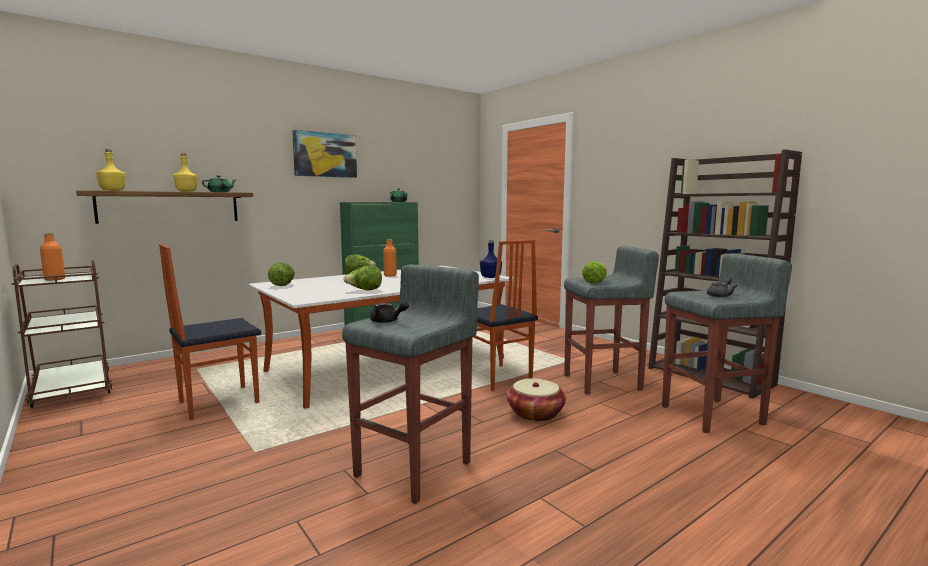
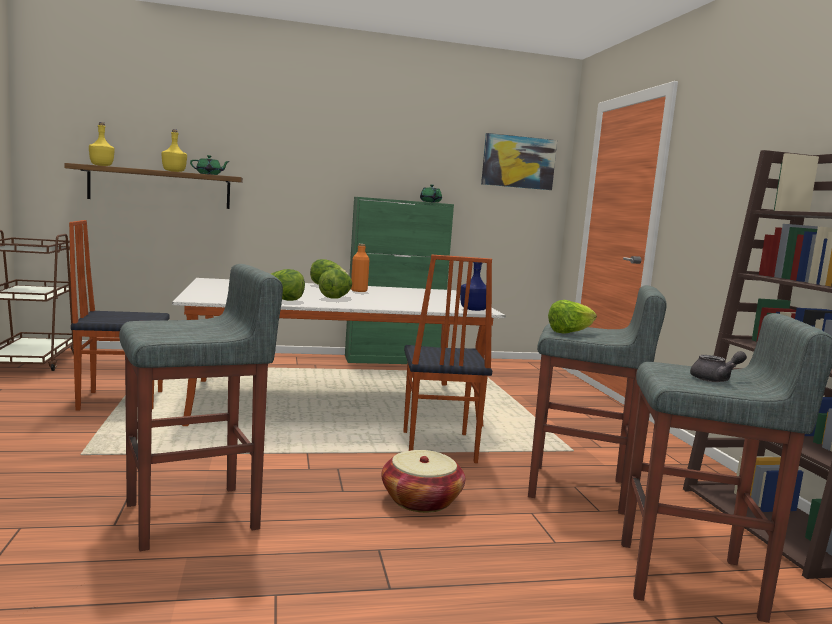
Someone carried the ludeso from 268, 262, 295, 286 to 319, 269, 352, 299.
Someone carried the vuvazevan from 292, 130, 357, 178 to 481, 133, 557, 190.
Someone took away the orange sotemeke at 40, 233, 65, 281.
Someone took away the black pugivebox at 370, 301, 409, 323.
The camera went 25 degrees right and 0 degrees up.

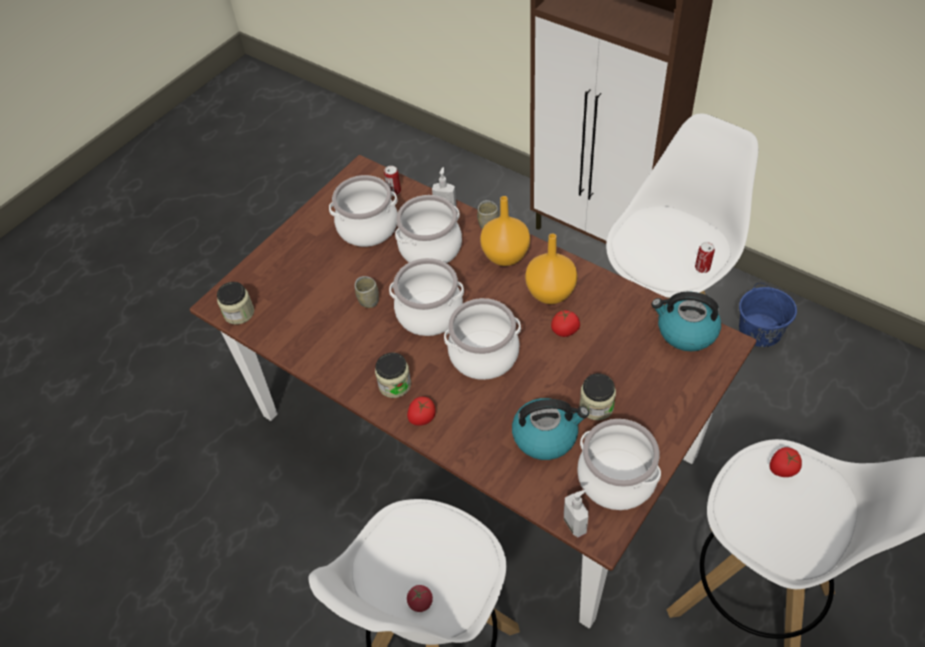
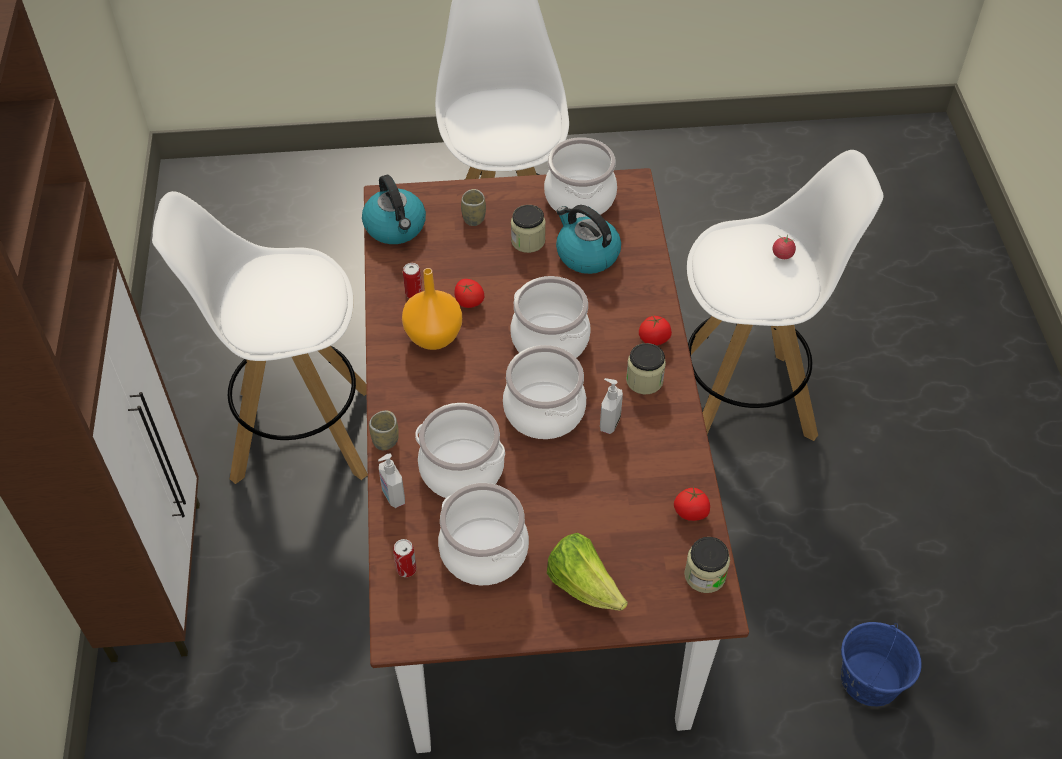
Someone carried the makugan from 695, 242, 715, 273 to 403, 263, 422, 298.
Someone carried the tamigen from 355, 276, 379, 308 to 461, 189, 486, 226.
Someone put down the ludeso at 547, 533, 628, 611.
Someone carried the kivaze from 564, 490, 588, 537 to 600, 378, 623, 434.
Someone carried the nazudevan from 770, 447, 802, 477 to 674, 487, 710, 521.
Someone carried the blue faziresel from 739, 283, 797, 347 to 841, 622, 922, 706.
Someone took away the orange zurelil at 480, 196, 530, 266.
The camera went 135 degrees left and 0 degrees up.

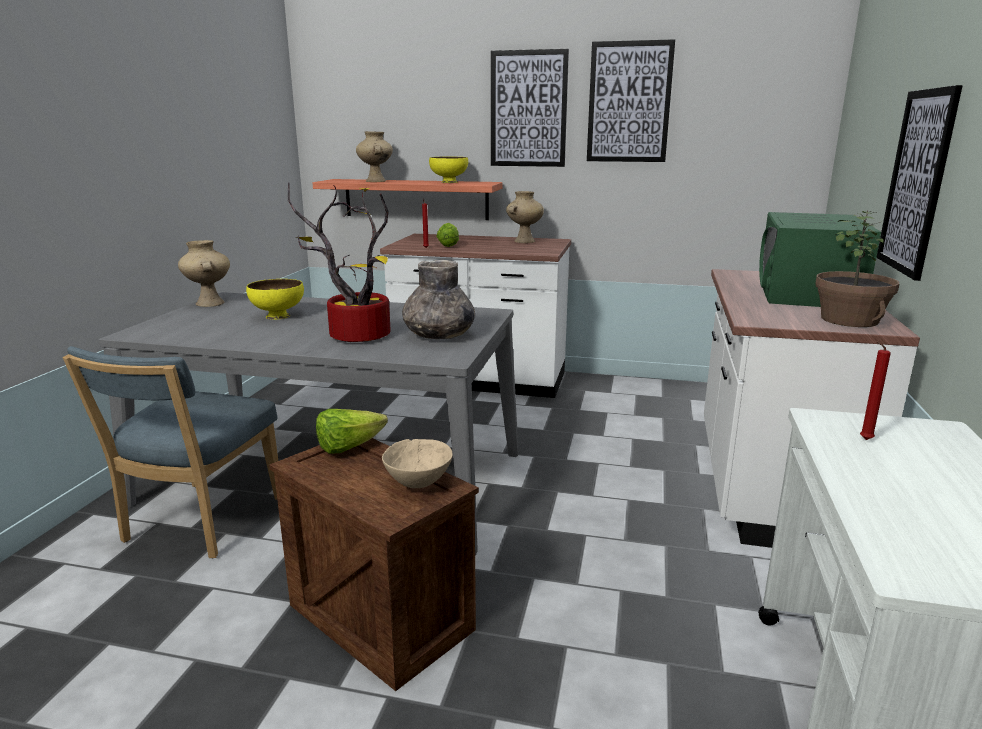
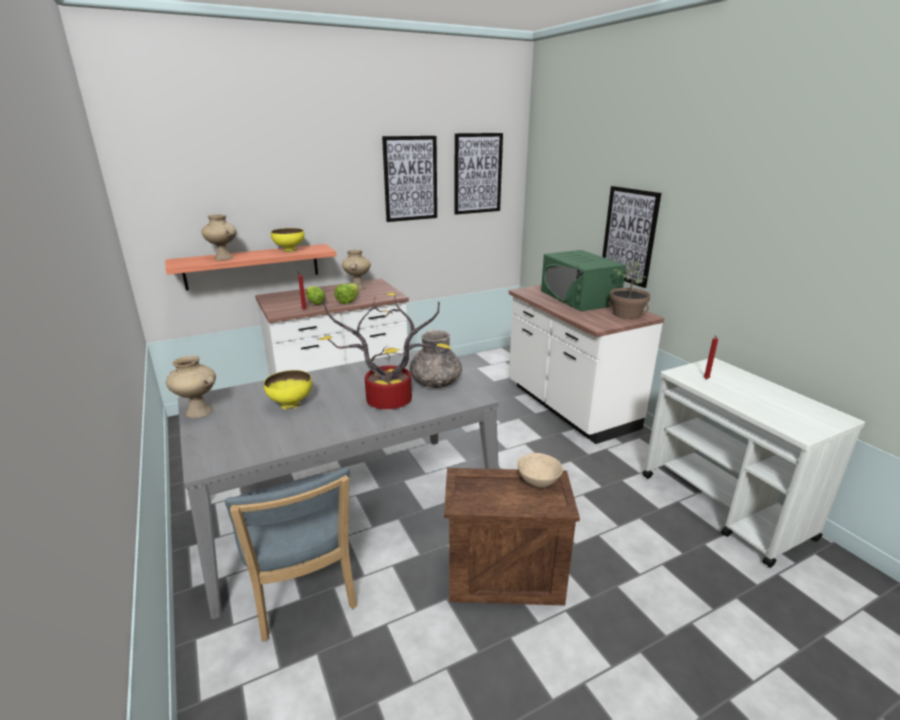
Someone carried the ludeso from 316, 409, 388, 454 to 334, 283, 359, 304.
Someone carried the vuvazevan from 491, 49, 569, 167 to 454, 133, 503, 215.
The camera went 40 degrees left and 5 degrees up.

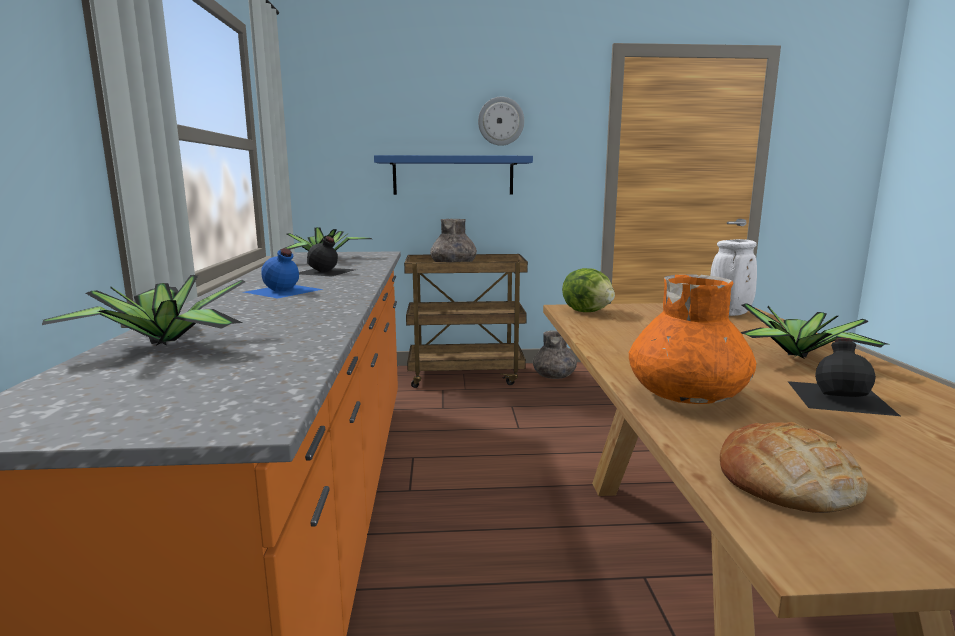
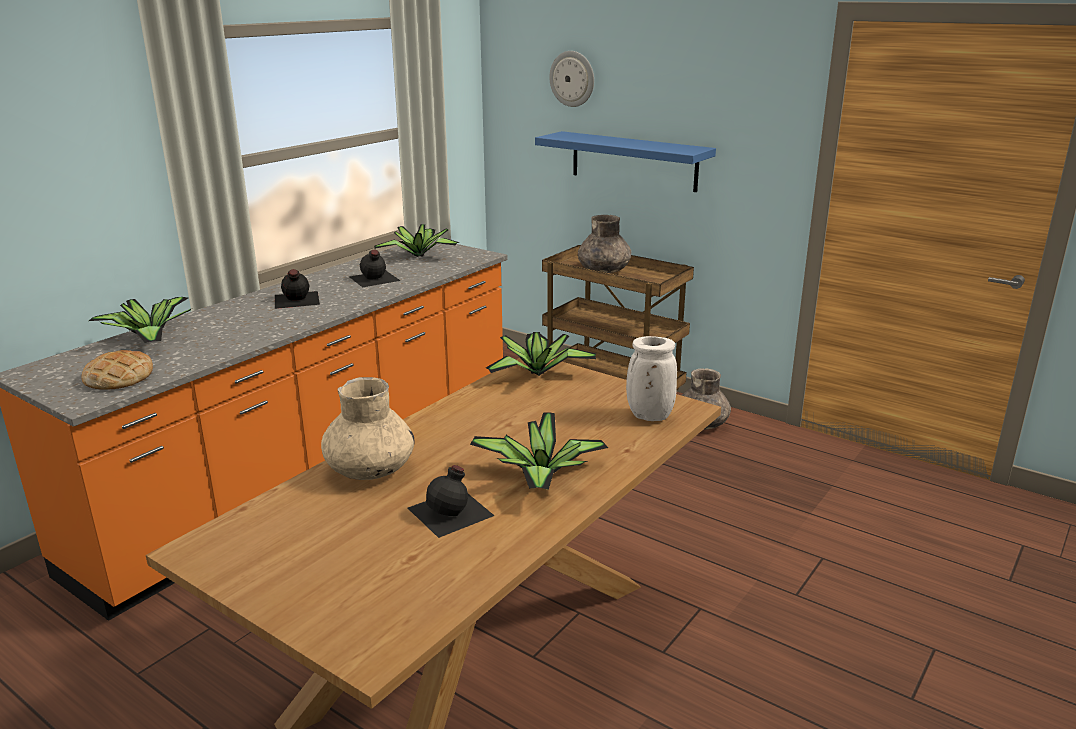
Someone carried the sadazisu from 720, 422, 868, 513 to 81, 350, 153, 390.
Someone repainted the blue sotemeke at 244, 248, 323, 299, which became the black sotemeke at 275, 269, 320, 309.
Someone repainted the orange zurelil at 629, 274, 756, 404, which became the beige zurelil at 321, 377, 415, 480.
Someone swapped the ludeso at 562, 268, 615, 312 for the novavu at 486, 332, 597, 376.
Someone carried the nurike from 478, 97, 524, 146 to 549, 51, 594, 107.
The camera went 40 degrees right and 10 degrees up.

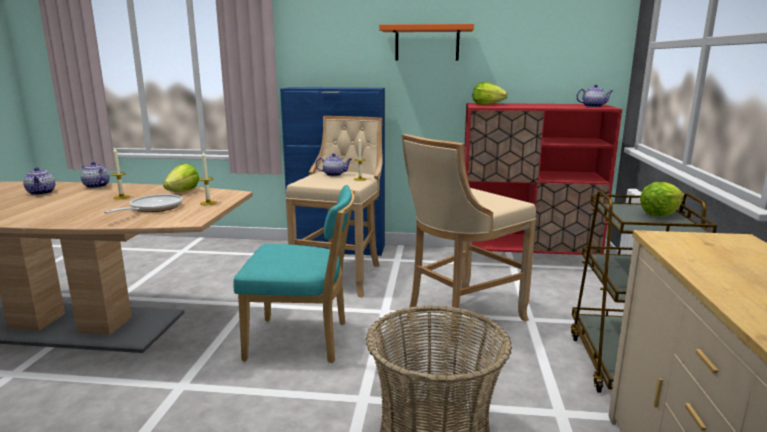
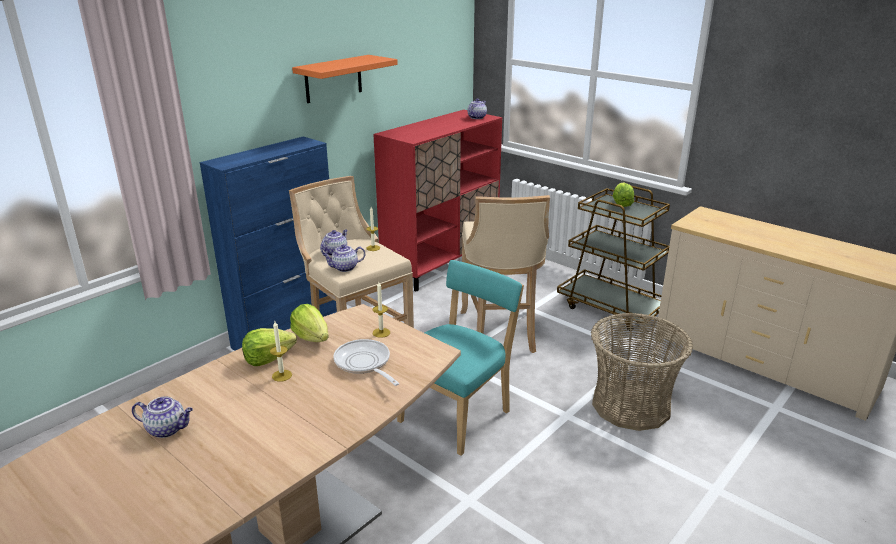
Someone carried the ludeso from 472, 82, 508, 105 to 242, 328, 297, 366.
Someone carried the pugivebox from 81, 162, 110, 188 to 322, 244, 365, 272.
The camera went 55 degrees left and 10 degrees up.

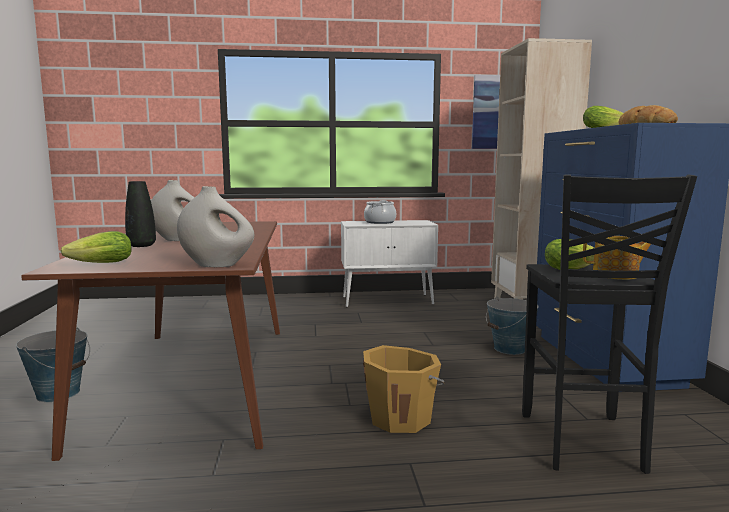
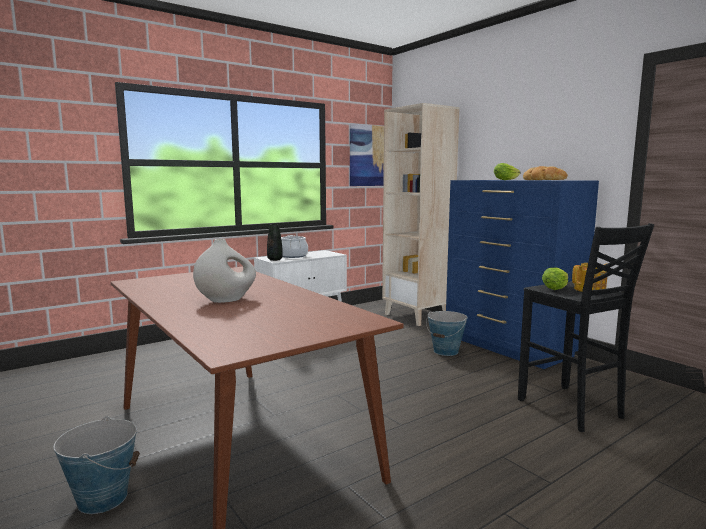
Someone carried the black zurelil from 125, 181, 156, 247 to 267, 224, 283, 261.
Someone took away the ludeso at 61, 231, 132, 263.
Someone took away the white zurelil at 177, 186, 254, 267.
Someone took away the orange faziresel at 363, 345, 445, 433.
The camera went 30 degrees left and 0 degrees up.

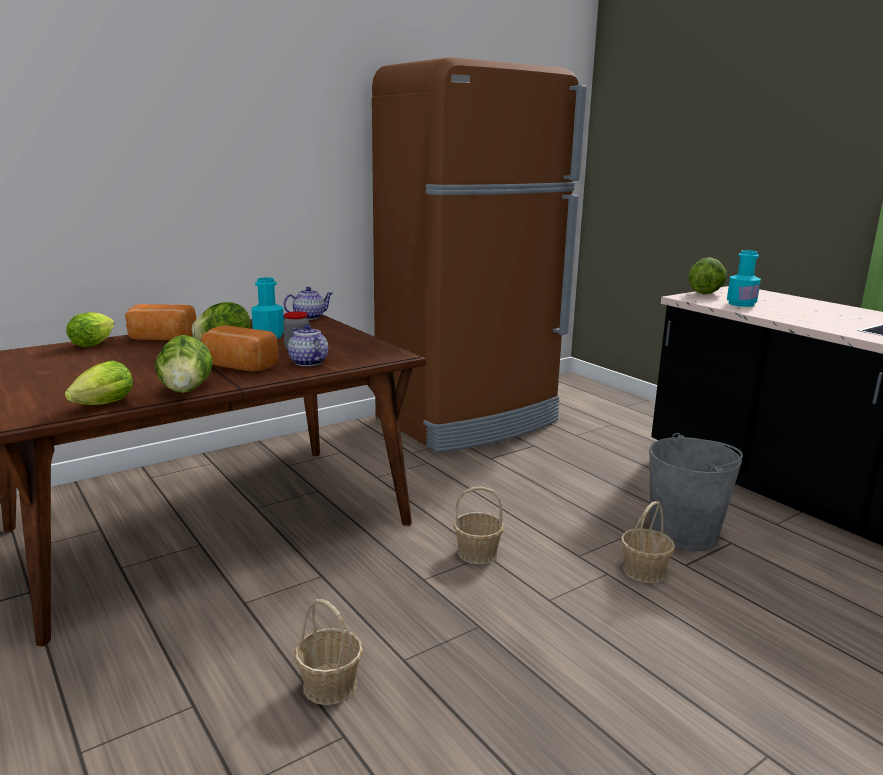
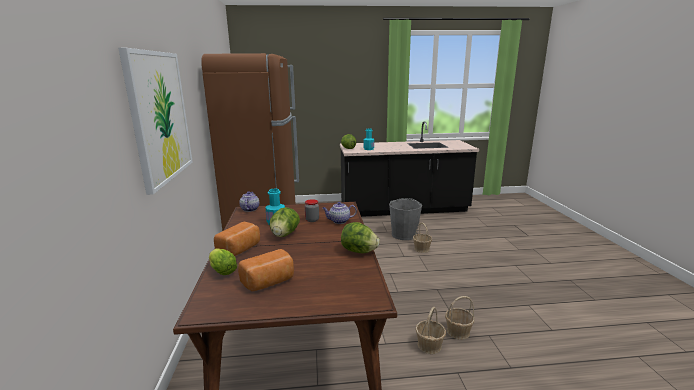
Someone put up the vuvazevan at 118, 48, 193, 195.
Someone carried the sadazisu from 201, 325, 279, 371 to 238, 249, 294, 291.
Someone carried the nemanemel from 454, 486, 504, 564 to 415, 307, 446, 354.
Someone took away the ludeso at 65, 360, 133, 405.
The camera went 60 degrees left and 0 degrees up.

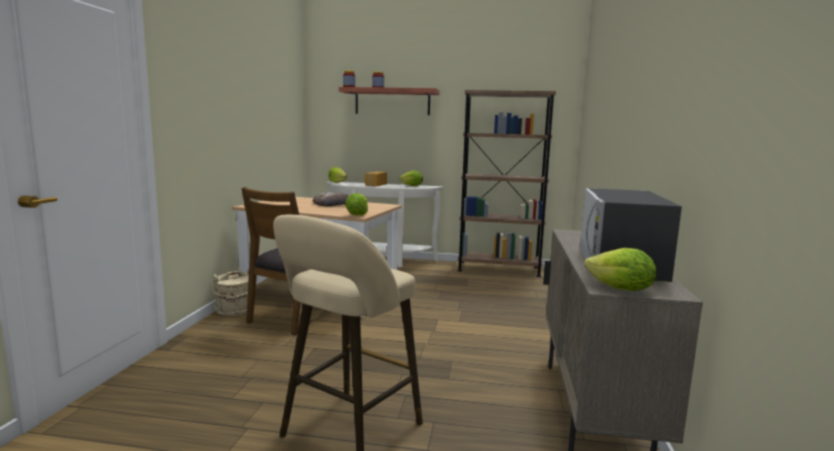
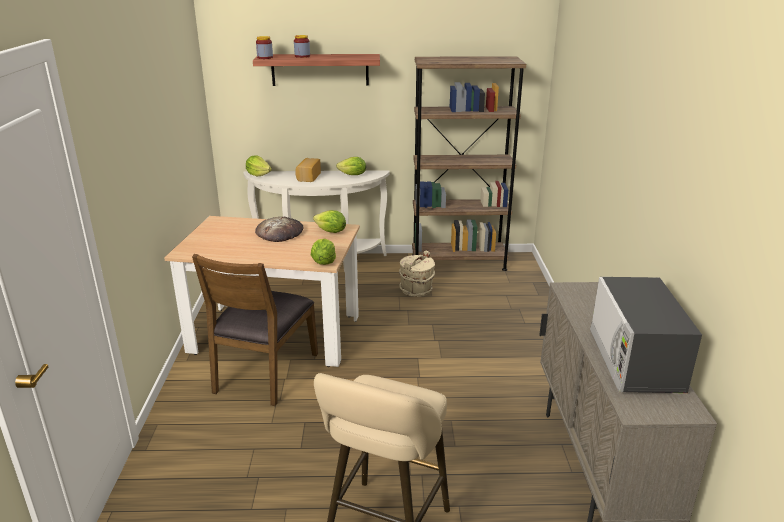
Someone carried the ludeso from 585, 248, 657, 291 to 313, 210, 346, 233.
Someone carried the beige faziresel from 213, 269, 249, 316 to 399, 250, 435, 297.
The camera went 10 degrees left and 15 degrees up.

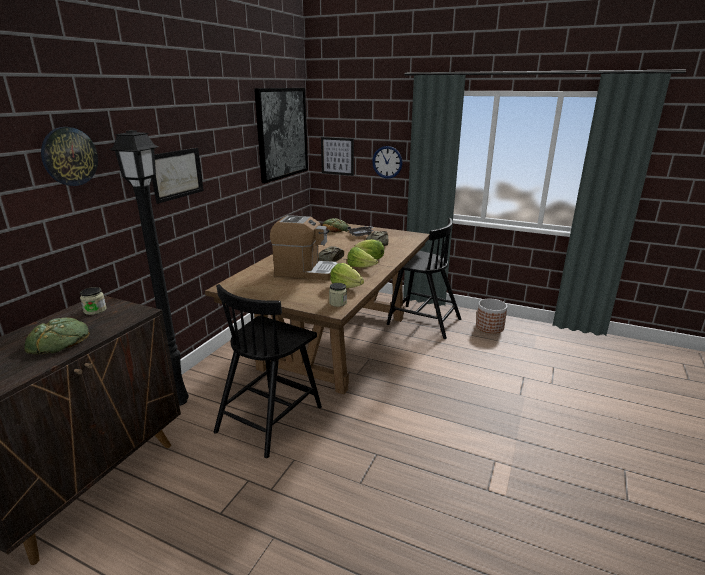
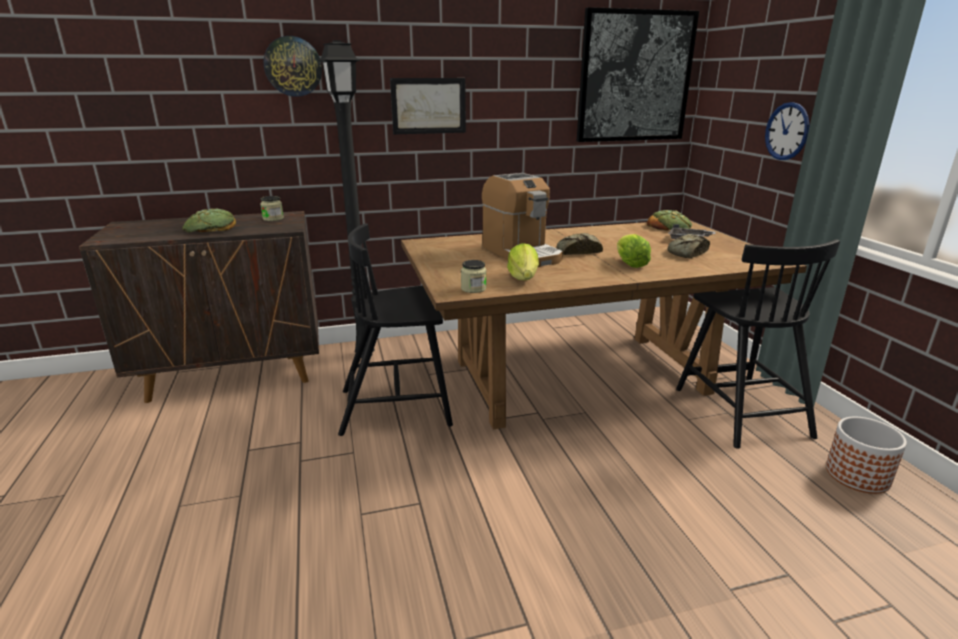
Someone took away the vuvazevan at 321, 137, 354, 176.
Someone took away the ludeso at 347, 247, 378, 268.
The camera went 50 degrees right and 0 degrees up.

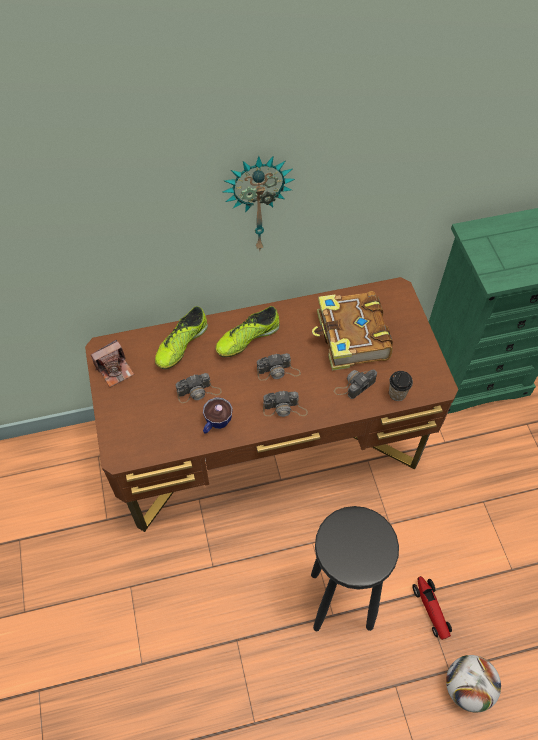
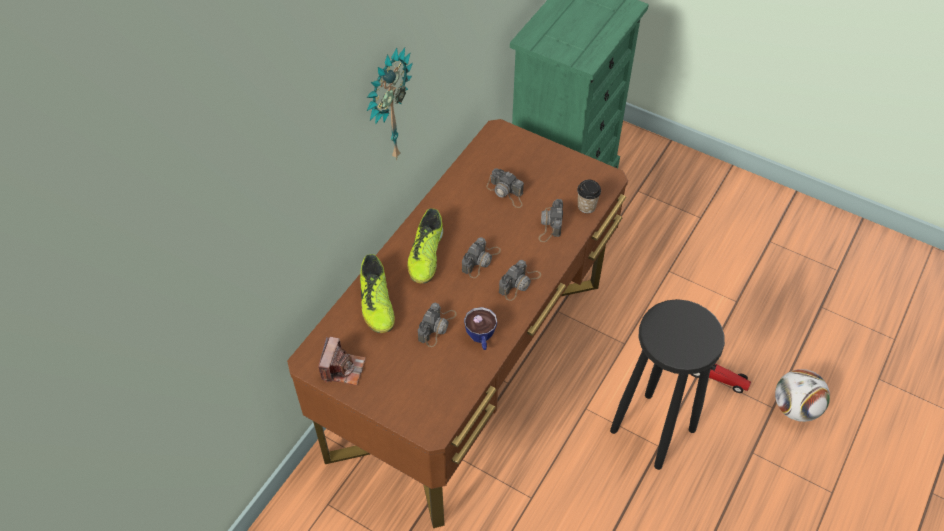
Someone swapped the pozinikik at 312, 291, 393, 371 for the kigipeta at 486, 169, 524, 208.
The camera went 45 degrees left and 5 degrees down.

